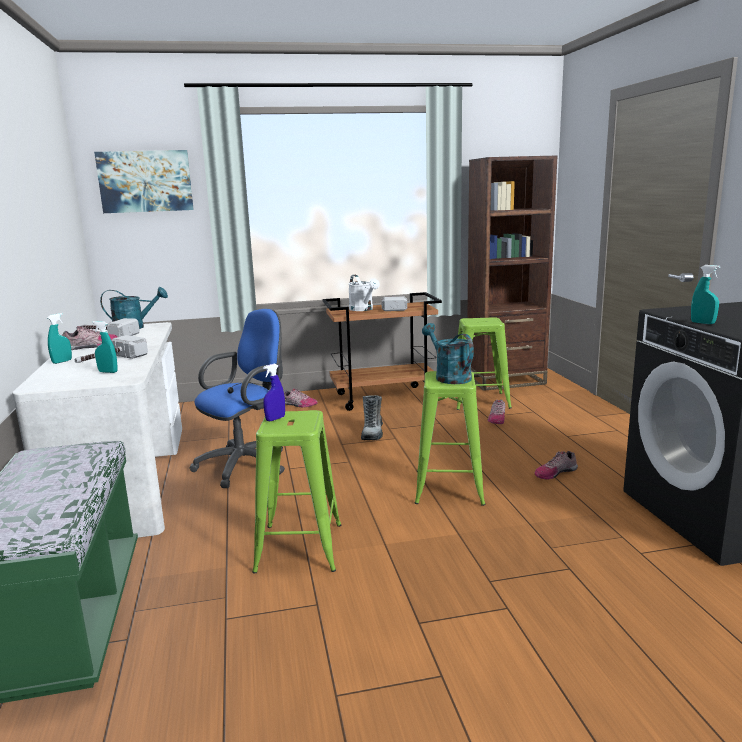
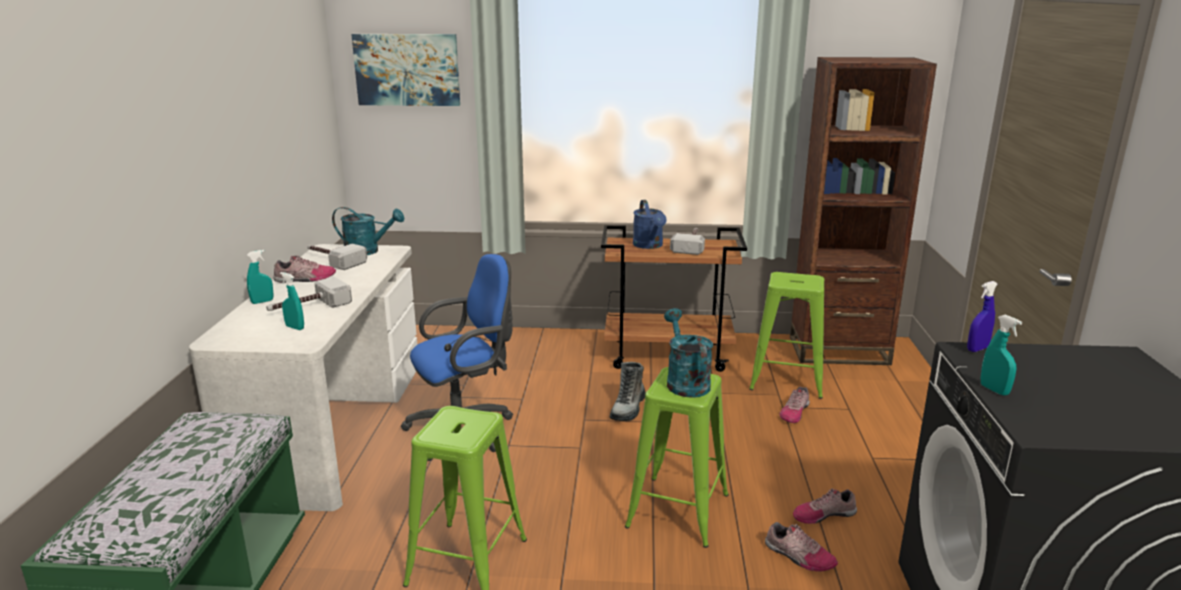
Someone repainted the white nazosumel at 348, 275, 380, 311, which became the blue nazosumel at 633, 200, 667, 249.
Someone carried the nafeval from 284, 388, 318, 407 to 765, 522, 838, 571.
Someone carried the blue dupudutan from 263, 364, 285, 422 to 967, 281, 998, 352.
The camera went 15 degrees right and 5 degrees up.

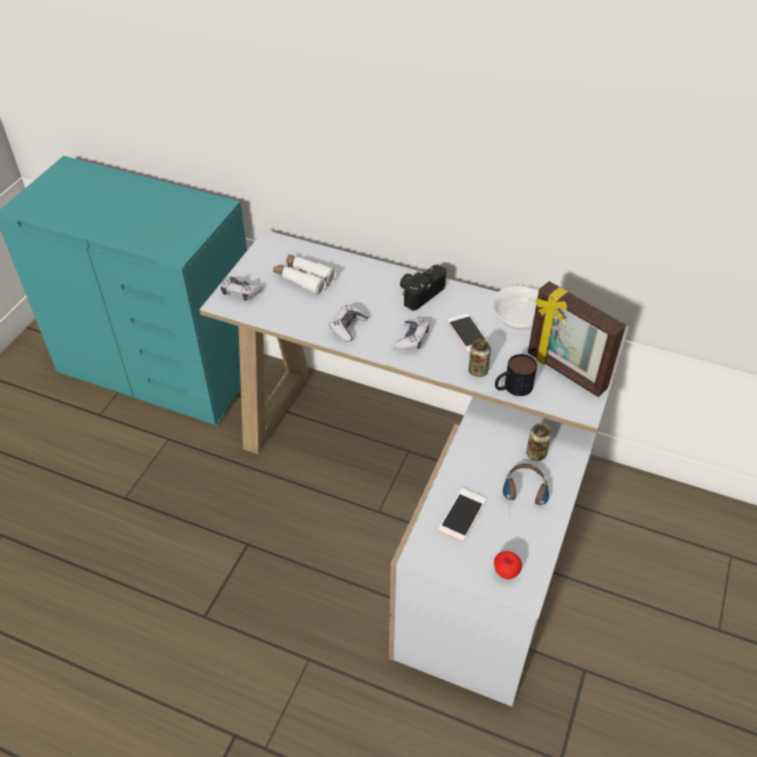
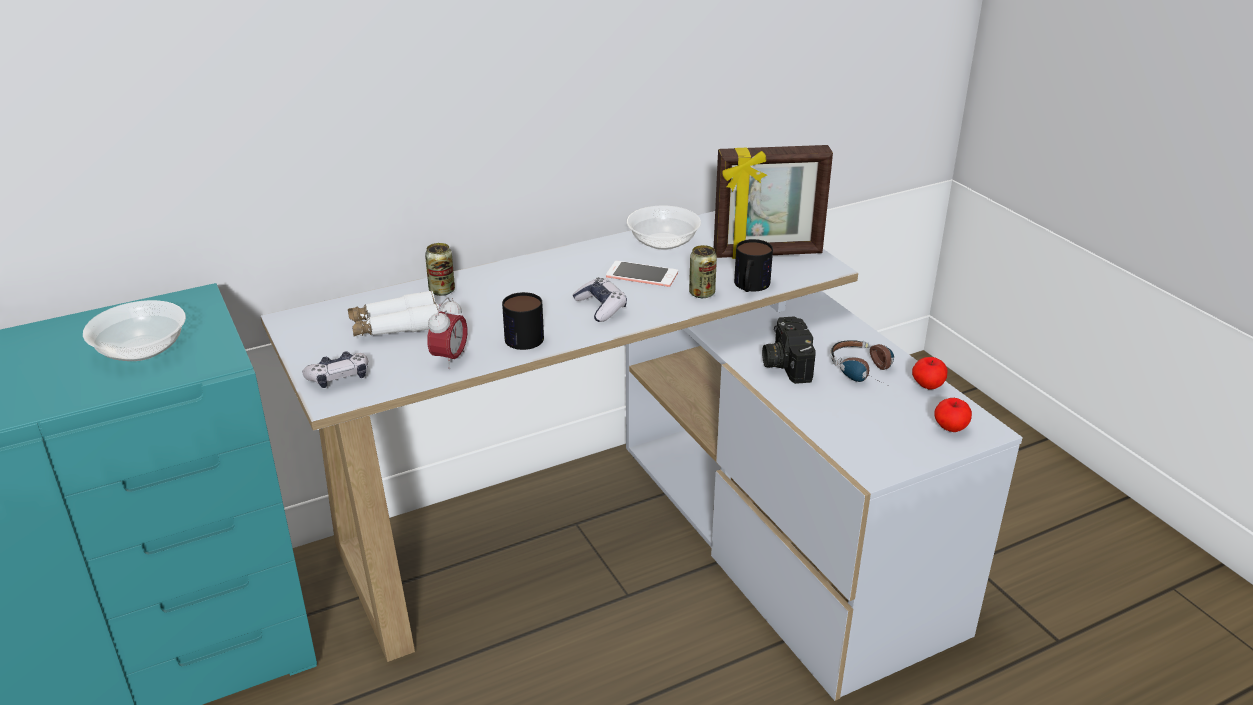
Someone put down the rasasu at 83, 300, 186, 361.
Someone carried the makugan from 526, 423, 551, 461 to 425, 243, 455, 296.
Someone put down the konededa at 427, 297, 467, 369.
Someone swapped the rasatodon at 329, 305, 369, 342 for the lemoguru at 502, 292, 544, 350.
Someone carried the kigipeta from 400, 264, 446, 311 to 762, 316, 816, 384.
Someone put down the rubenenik at 912, 357, 948, 390.
Someone took away the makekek at 438, 488, 487, 542.
The camera went 50 degrees left and 15 degrees down.

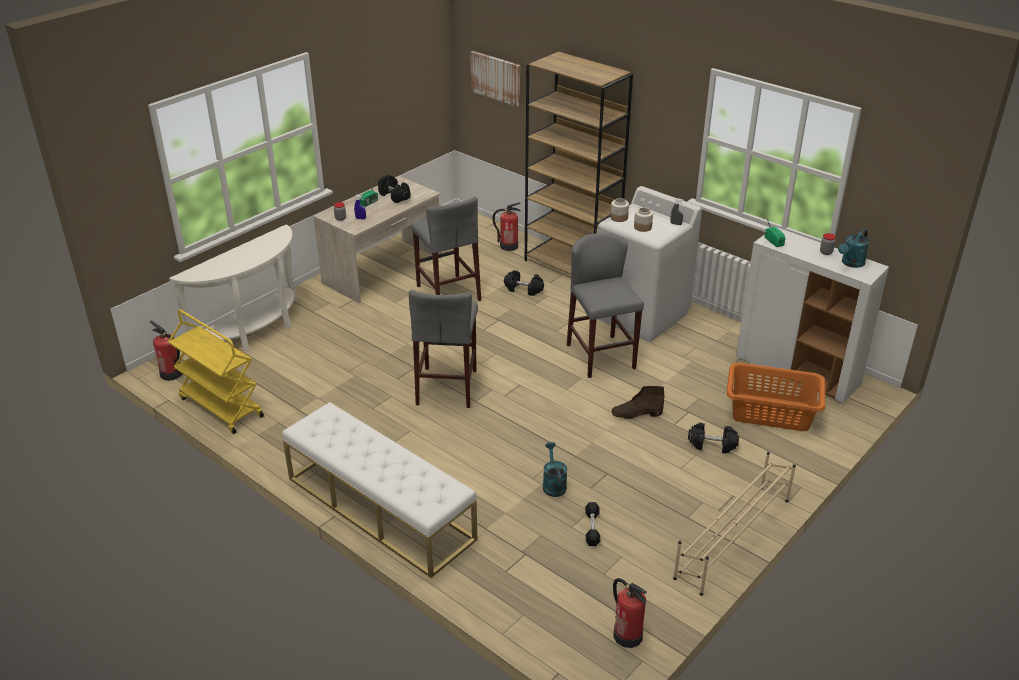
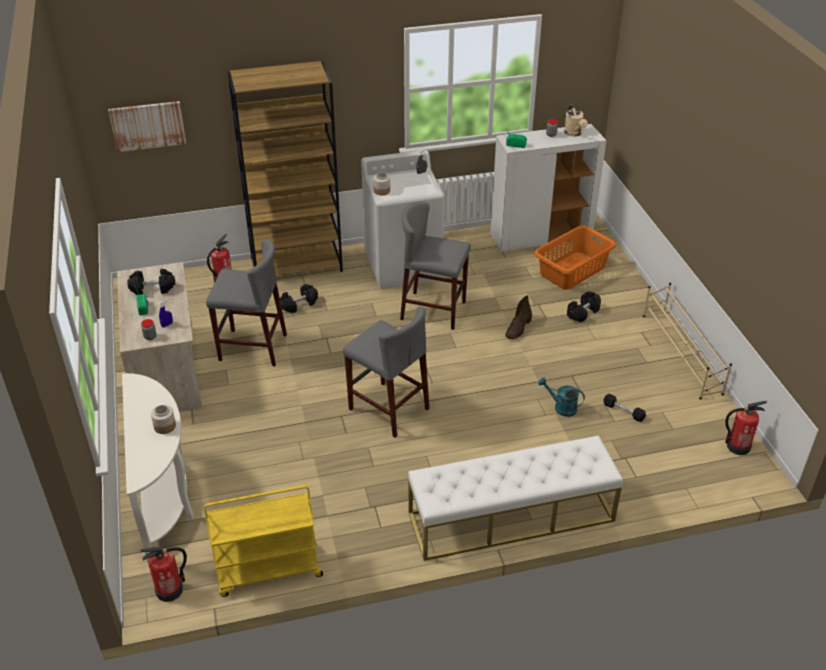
Someone carried the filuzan from 634, 207, 653, 232 to 151, 405, 176, 434.
Someone repainted the turquoise nazosumel at 838, 229, 869, 268, which became the beige nazosumel at 564, 104, 588, 136.
The camera went 55 degrees left and 5 degrees up.

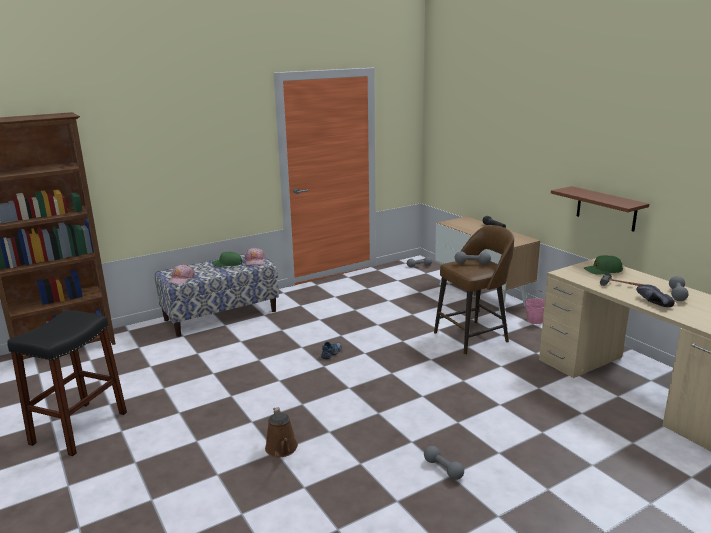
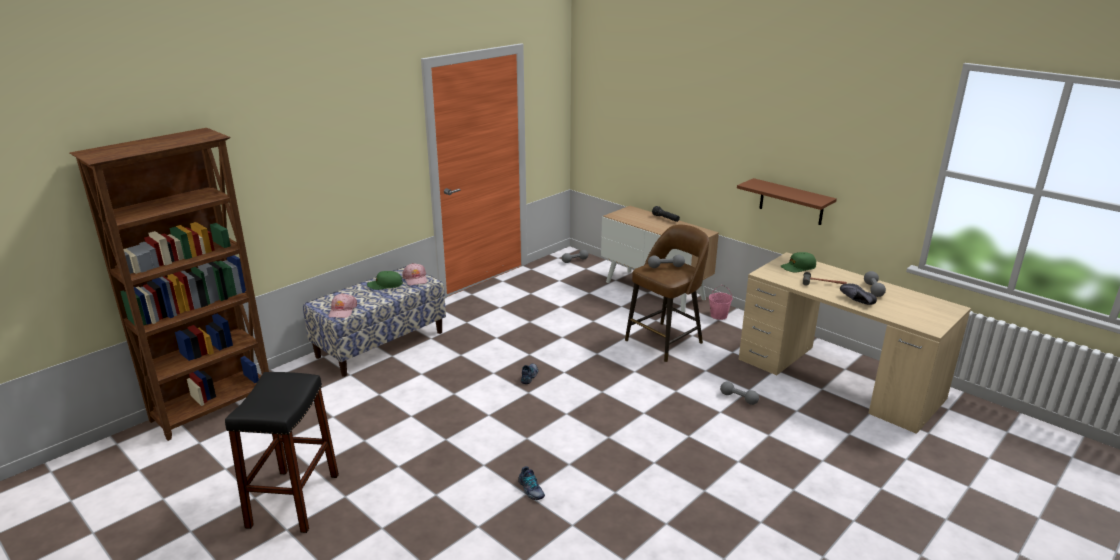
Someone swapped the brown nazosumel at 265, 407, 298, 457 for the nafeval at 518, 466, 545, 500.
Someone carried the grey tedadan from 424, 446, 464, 480 to 720, 382, 759, 405.
The camera went 15 degrees left and 5 degrees up.

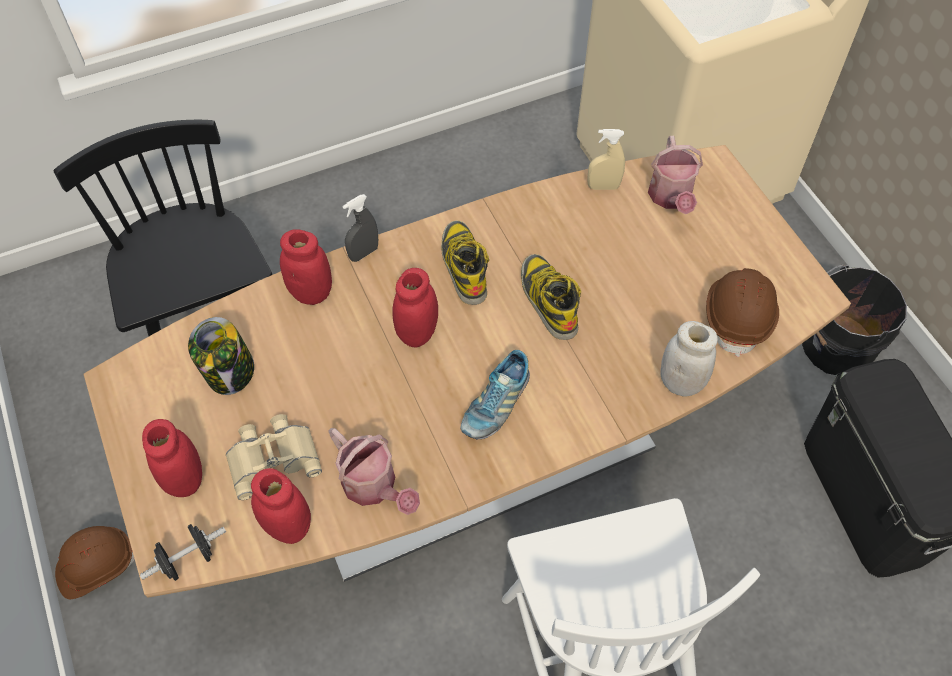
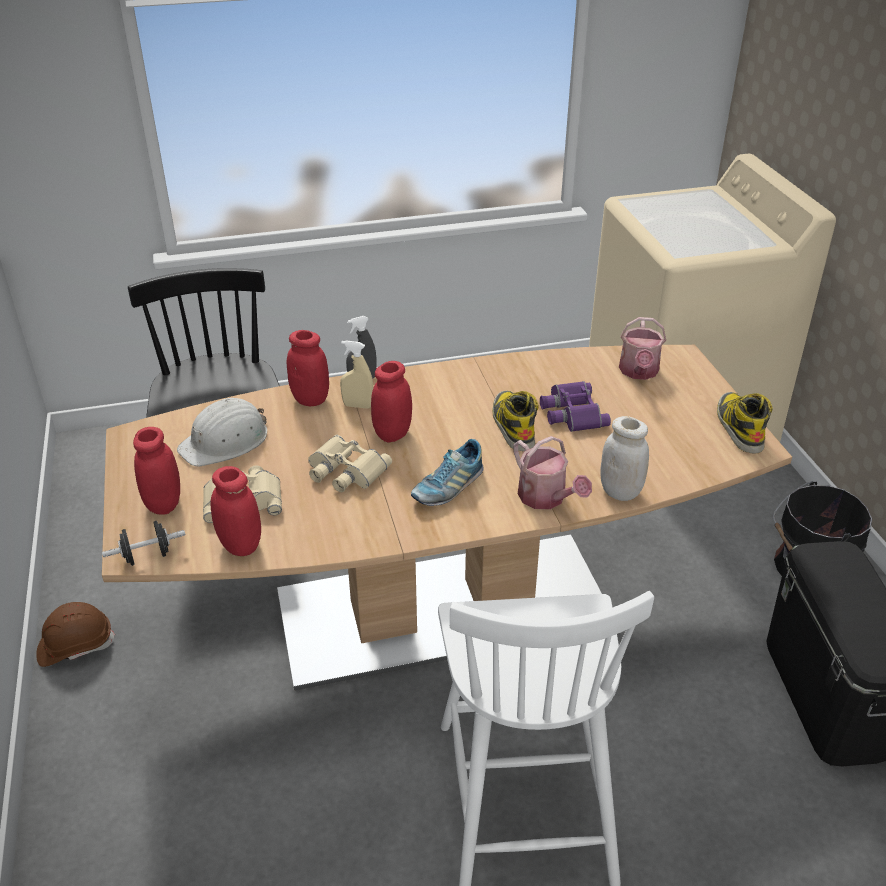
Someone swapped the filuzan at 188, 317, 254, 395 for the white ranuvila at 177, 398, 267, 466.
Someone put down the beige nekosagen at 308, 435, 392, 492.
Someone carried the beige dupudutan from 587, 129, 625, 190 to 340, 341, 374, 409.
Someone carried the nazosumel from 328, 428, 420, 515 to 513, 436, 592, 509.
Someone put down the purple nekosagen at 540, 381, 611, 432.
Someone carried the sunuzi from 441, 220, 489, 305 to 717, 392, 773, 454.
Someone took away the brown ranuvila at 706, 268, 779, 357.
The camera went 10 degrees right and 20 degrees down.

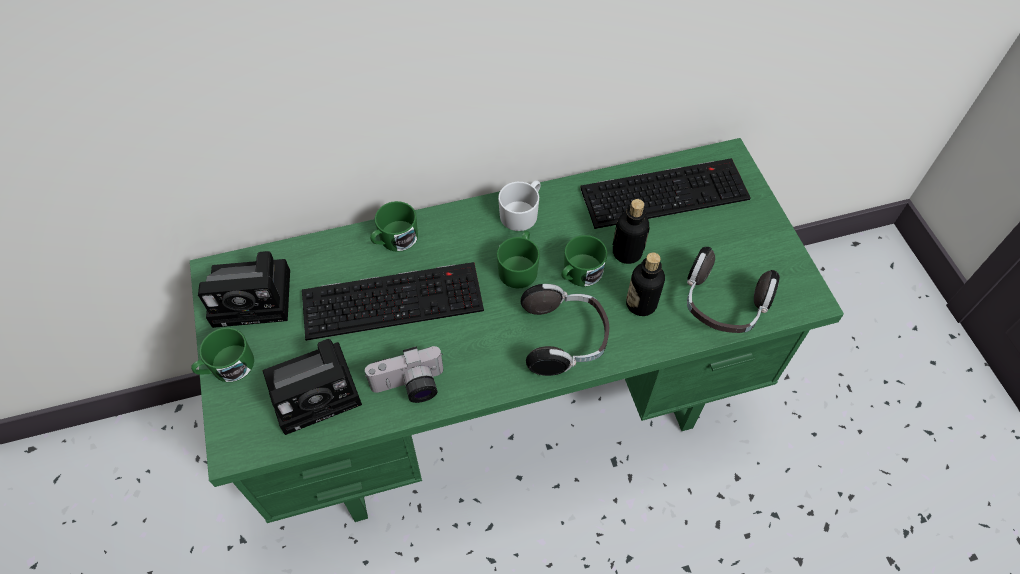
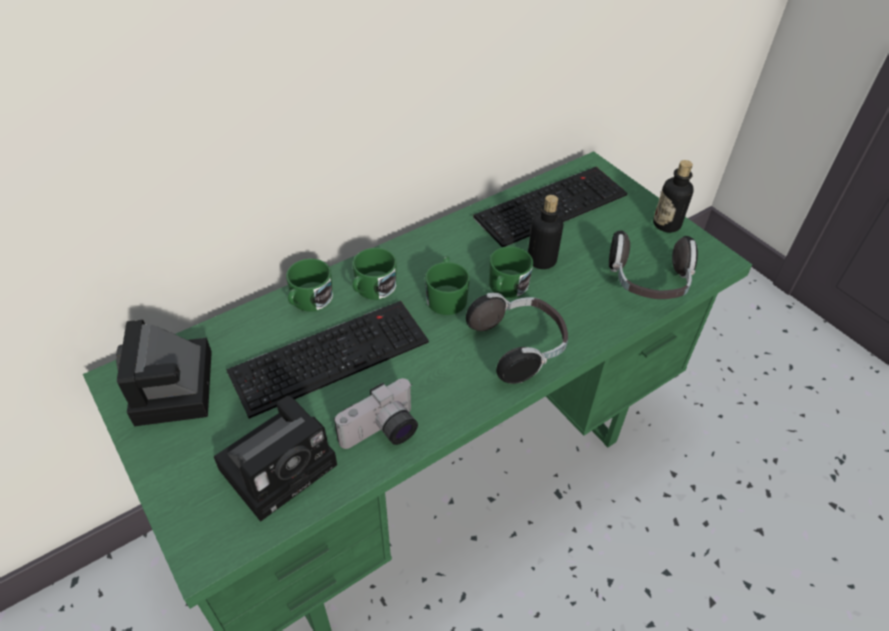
Someone rotated the kigipeta at 198, 251, 290, 328 by 105 degrees clockwise.
Someone carried the green lemoguru from 191, 328, 254, 382 to 352, 248, 397, 300.
Someone carried the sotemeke from 626, 252, 665, 316 to 653, 160, 694, 233.
Someone took away the white lemoguru at 498, 180, 541, 231.
The camera went 20 degrees left and 10 degrees down.

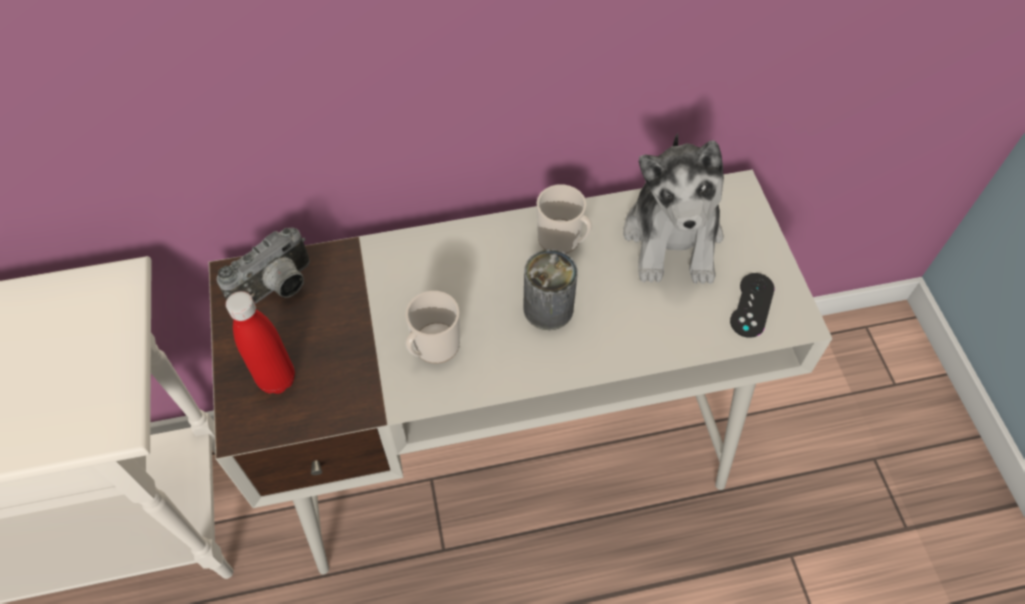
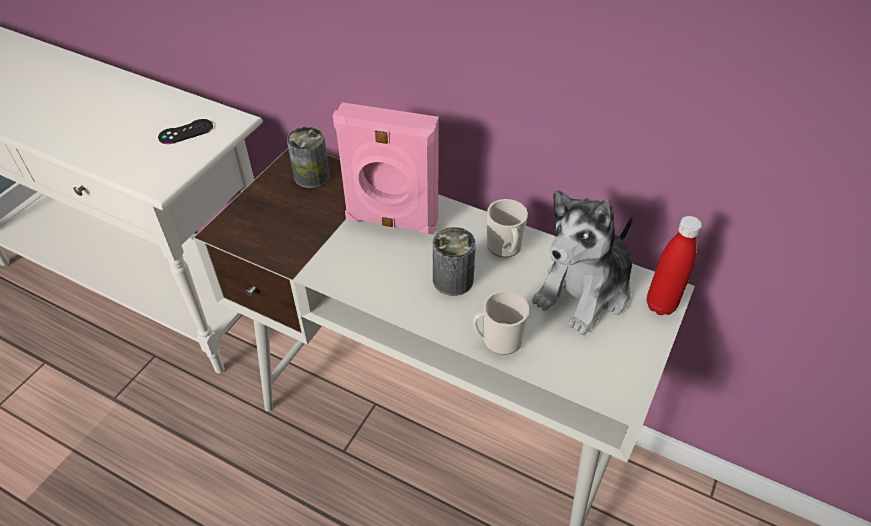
Someone carried the black rasatodon from 730, 273, 775, 338 to 158, 119, 213, 144.
Someone swapped the kigipeta at 217, 227, 310, 304 for the makugan at 287, 127, 330, 188.
Someone put down the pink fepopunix at 333, 102, 439, 235.
Someone carried the lemoguru from 405, 291, 460, 363 to 473, 290, 529, 355.
Someone carried the red sotemeke from 226, 291, 295, 394 to 647, 216, 702, 315.
The camera went 40 degrees right and 10 degrees down.

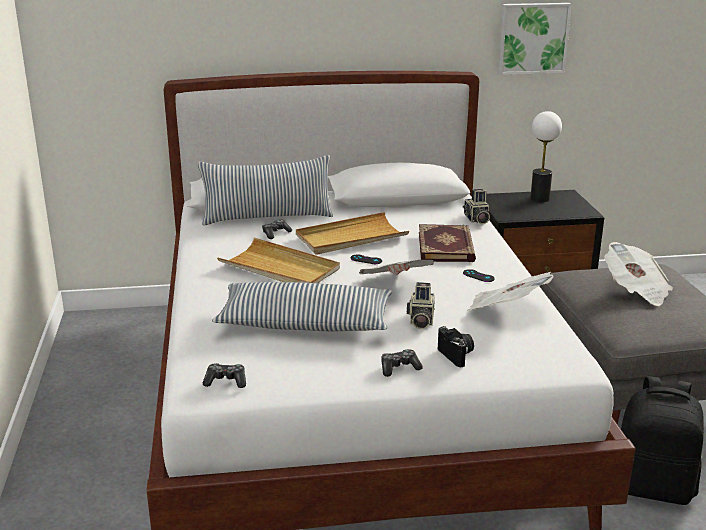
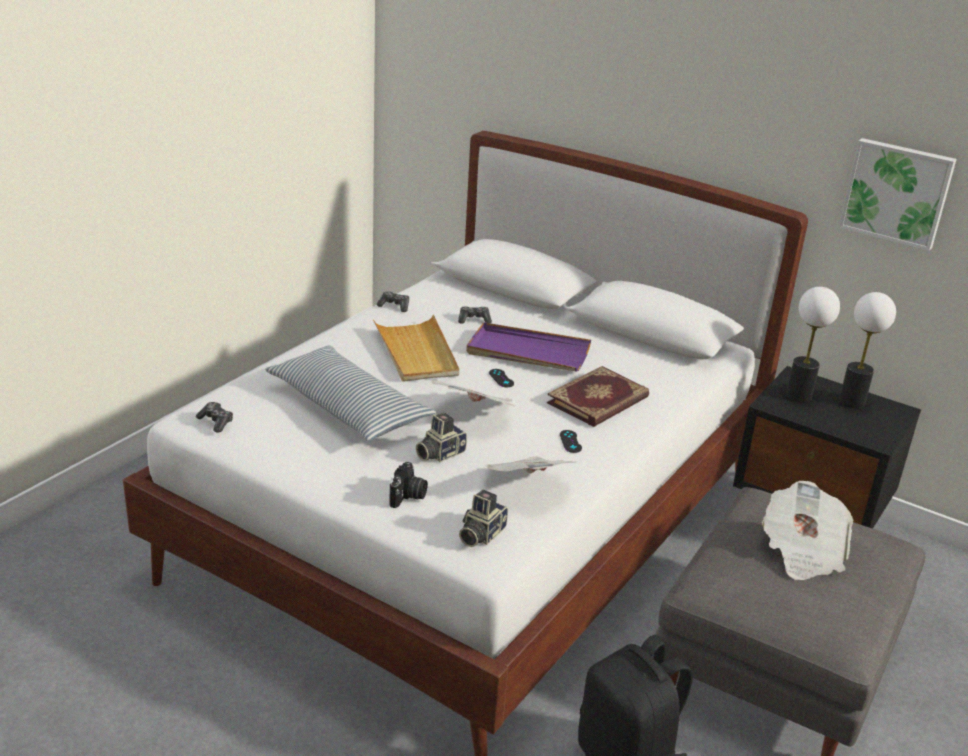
Someone carried the rasatodon from 381, 349, 423, 377 to 377, 291, 409, 312.
Someone carried the kigipeta from 463, 189, 490, 224 to 459, 490, 508, 547.
Someone repainted the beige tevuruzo at 296, 212, 409, 255, which became the purple tevuruzo at 466, 322, 591, 372.
Someone put down the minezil at 786, 287, 840, 403.
Someone took away the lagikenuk at 198, 155, 333, 225.
The camera went 40 degrees right and 5 degrees up.

